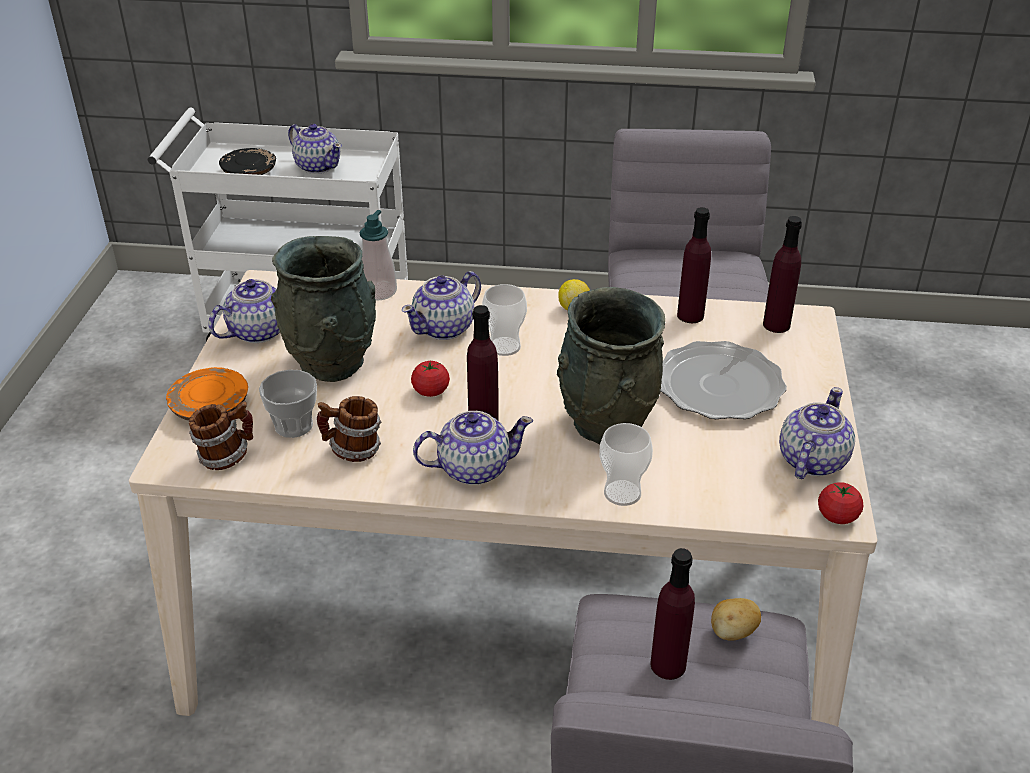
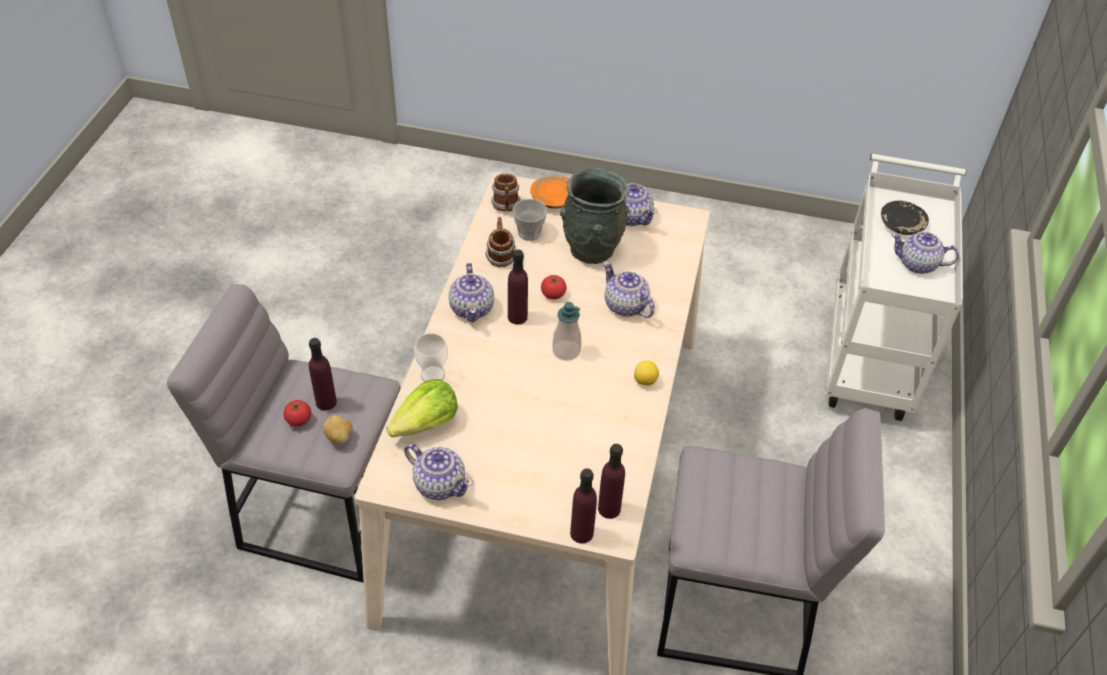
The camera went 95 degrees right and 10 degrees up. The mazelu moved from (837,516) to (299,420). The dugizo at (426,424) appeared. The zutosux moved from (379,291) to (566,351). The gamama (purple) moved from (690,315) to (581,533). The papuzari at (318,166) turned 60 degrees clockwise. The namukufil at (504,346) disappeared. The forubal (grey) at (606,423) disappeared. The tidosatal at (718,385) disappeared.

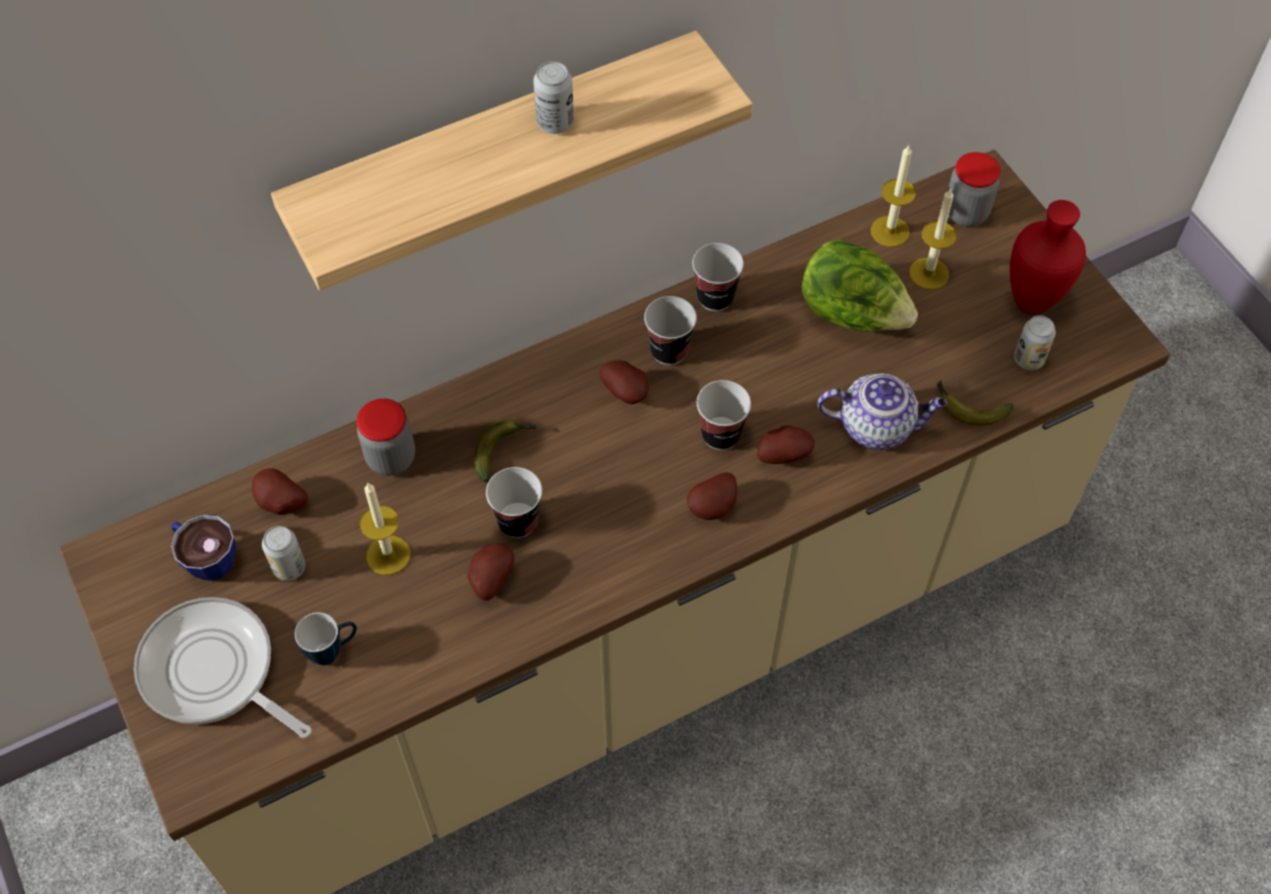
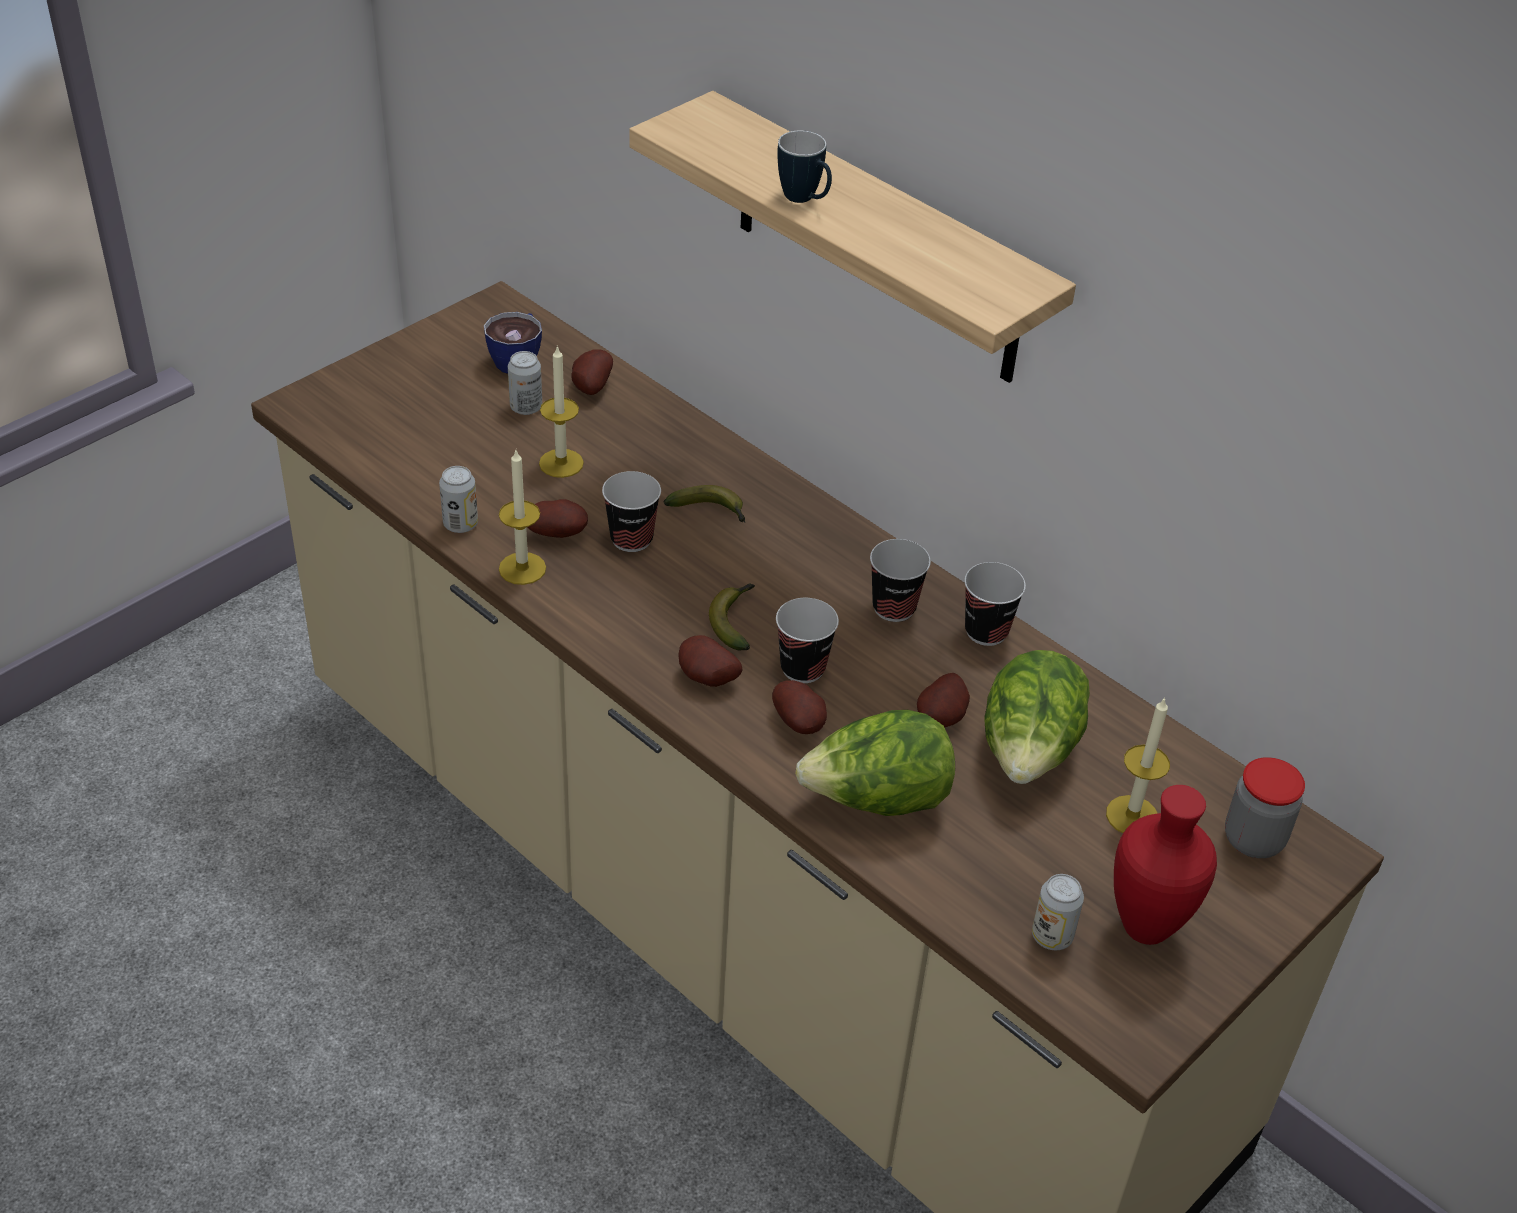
The camera went 70 degrees right and 15 degrees down. The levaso moved from (555,123) to (460,524). The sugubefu moved from (890,231) to (522,568). The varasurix moved from (967,408) to (735,621). The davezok moved from (333,651) to (805,200). The papuzari at (877,426) was replaced by the dugizo at (876,800). The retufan moved from (626,392) to (943,718). The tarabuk at (214,672) disappeared. The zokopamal at (391,458) disappeared.

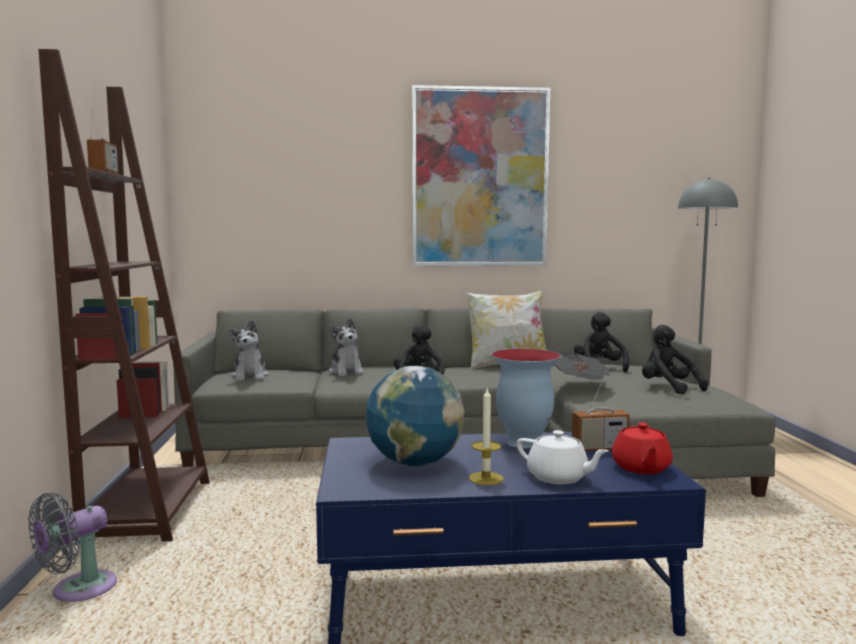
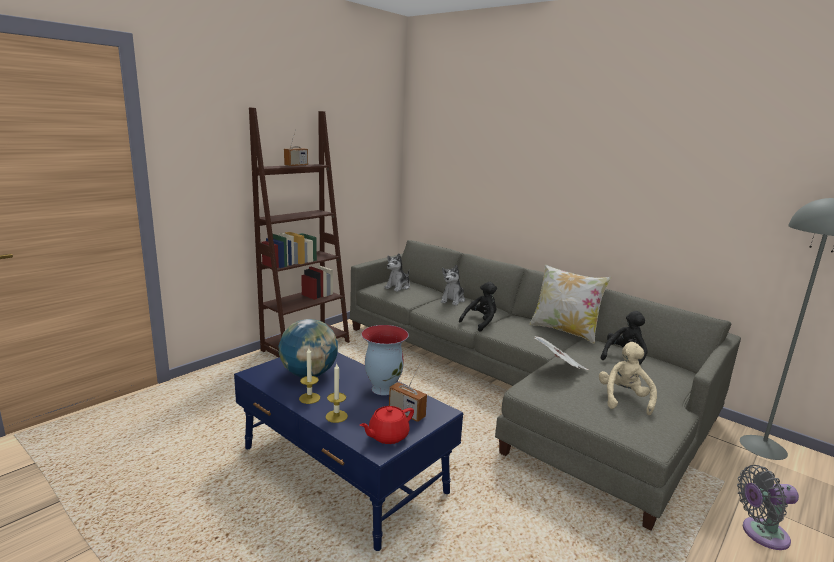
The camera went 45 degrees right and 10 degrees up. The papuzari (white) at (558,477) was replaced by the sugubefu at (336,416). The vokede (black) at (668,388) became the vokede (beige) at (624,399). The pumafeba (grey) moved from (78,591) to (761,534). The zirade at (480,178) disappeared.

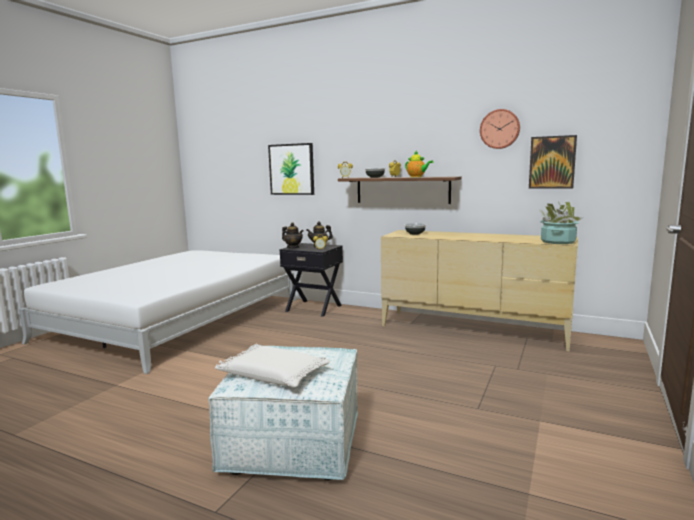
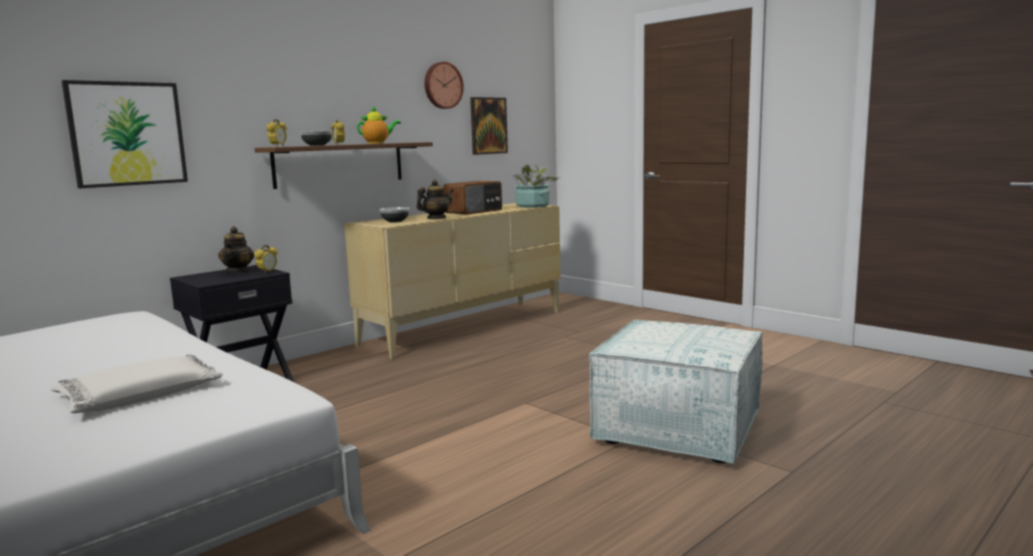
The camera went 70 degrees left and 0 degrees up. The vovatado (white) moved from (273,372) to (140,393). The papuzari moved from (293,247) to (436,219). The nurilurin at (474,211) appeared.

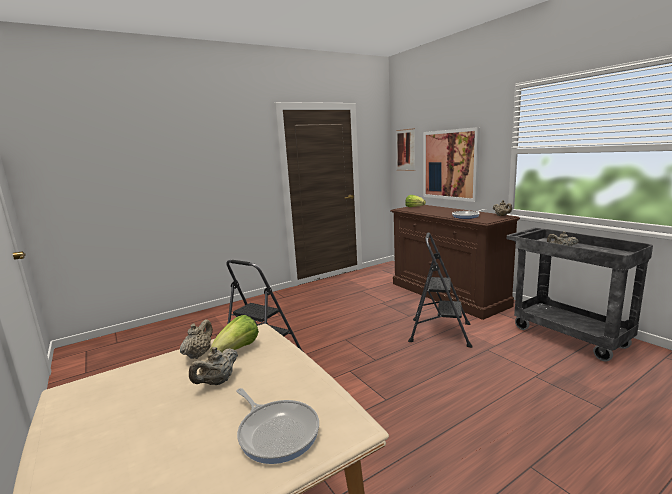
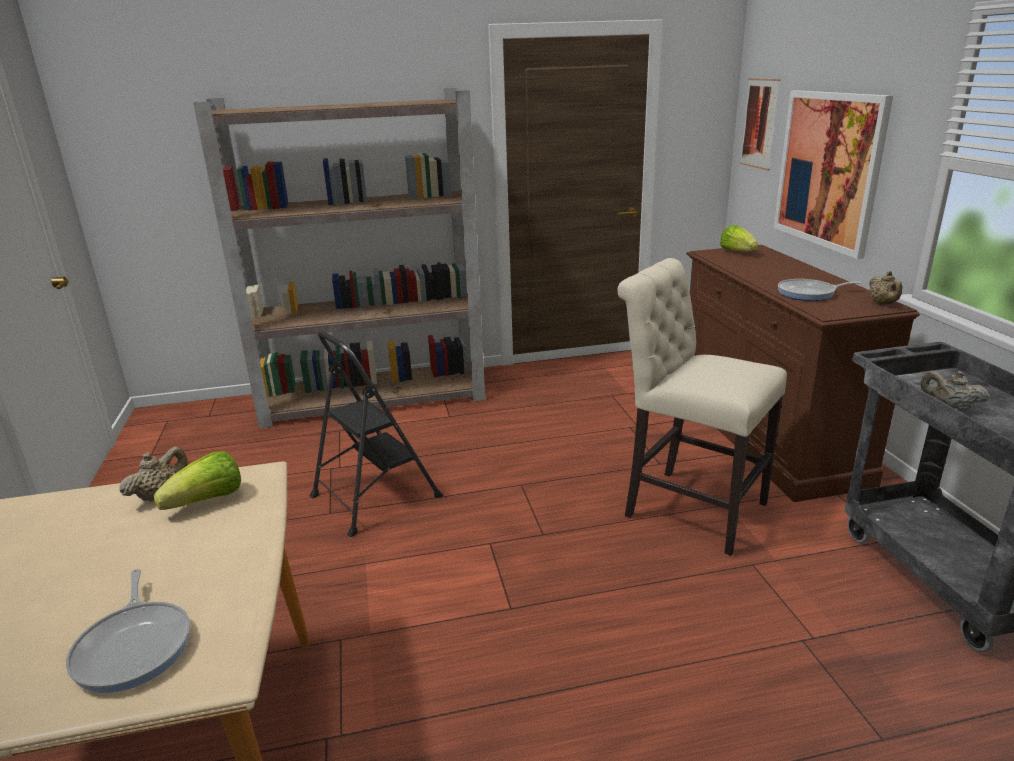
The camera went 20 degrees right and 10 degrees up. The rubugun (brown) at (374,398) appeared. The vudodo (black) at (438,331) was replaced by the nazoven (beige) at (688,507). The papuzari (beige) at (217,382) disappeared.

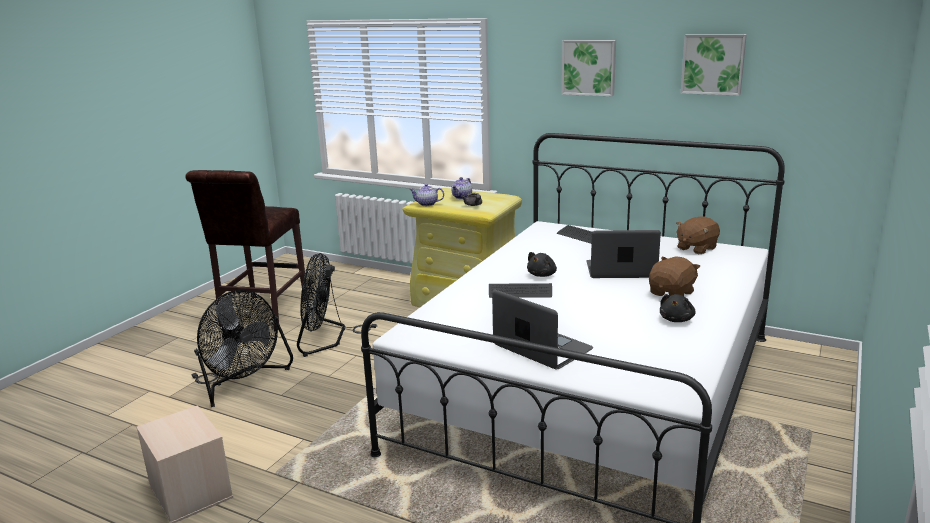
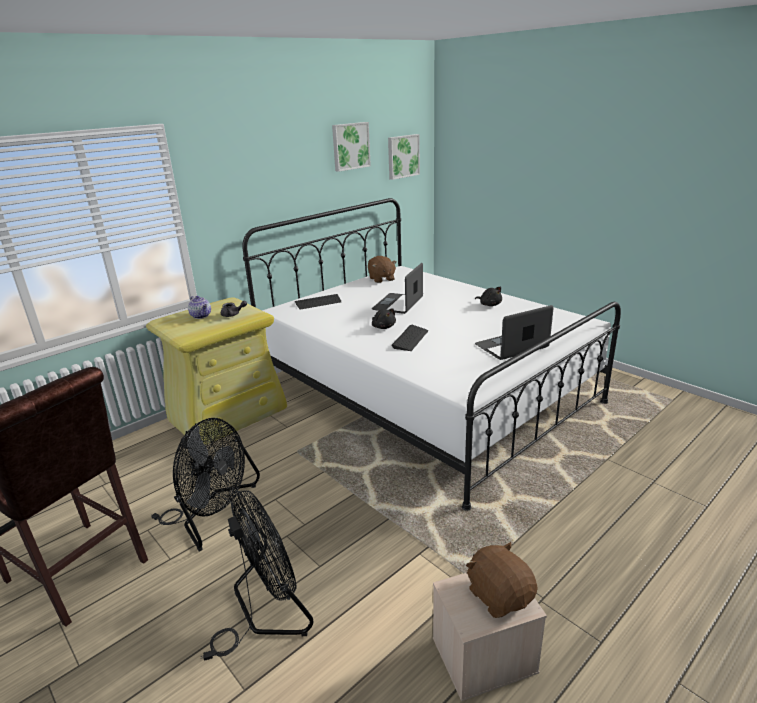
The camera went 70 degrees left and 5 degrees up. The pumafeba (black) at (330,335) turned 90 degrees counterclockwise. The zirade moved from (589,67) to (402,156). The vokede (brown) moved from (672,293) to (499,595). The papuzari at (427,204) disappeared.

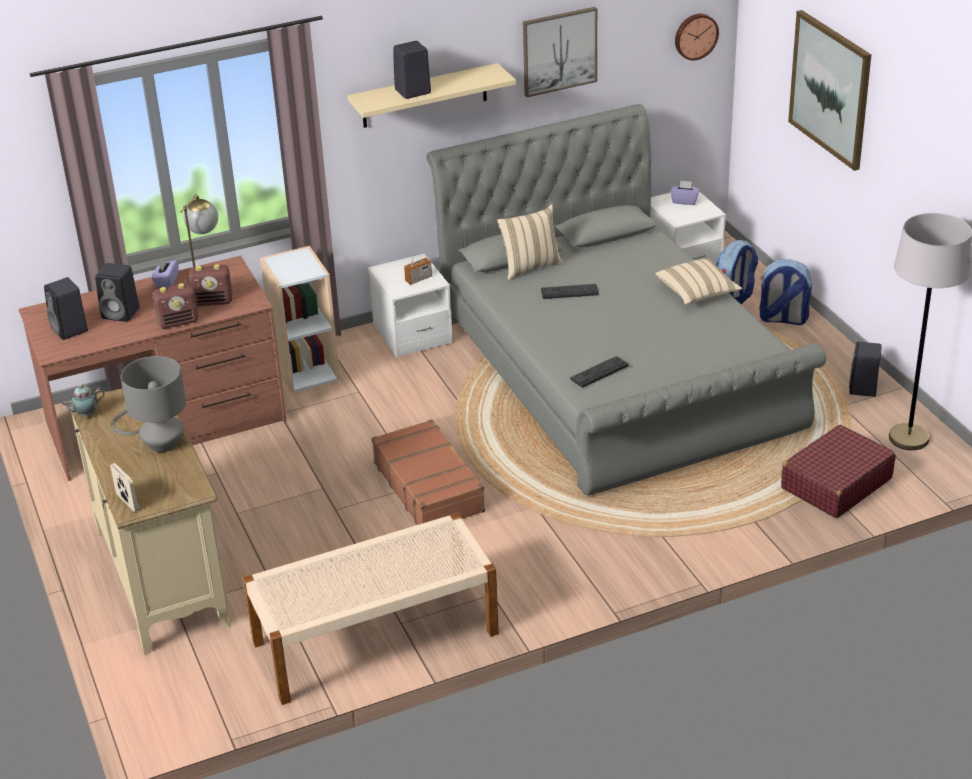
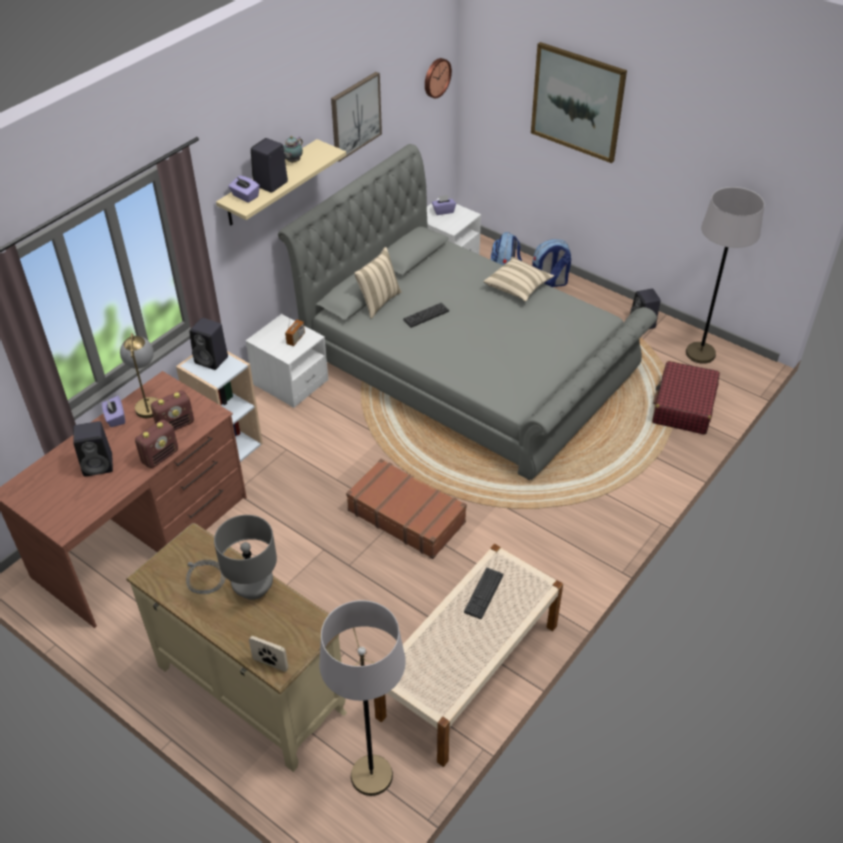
The camera went 30 degrees left and 10 degrees up. The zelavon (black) moved from (70,330) to (212,360). The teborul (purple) at (245,196) appeared. The papuzari moved from (85,415) to (293,162). The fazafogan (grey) at (371,776) appeared. The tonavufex moved from (599,372) to (483,593).

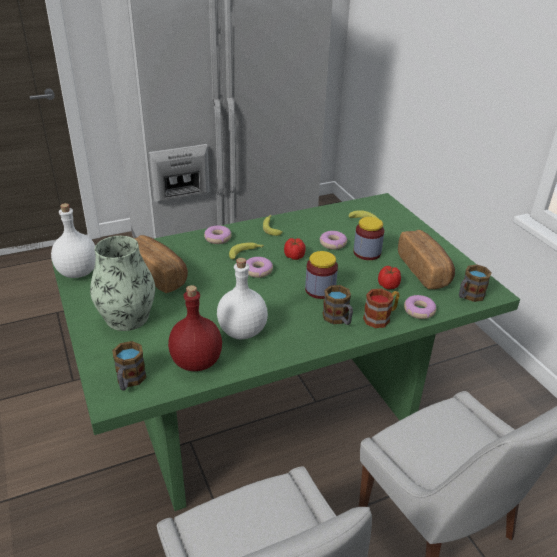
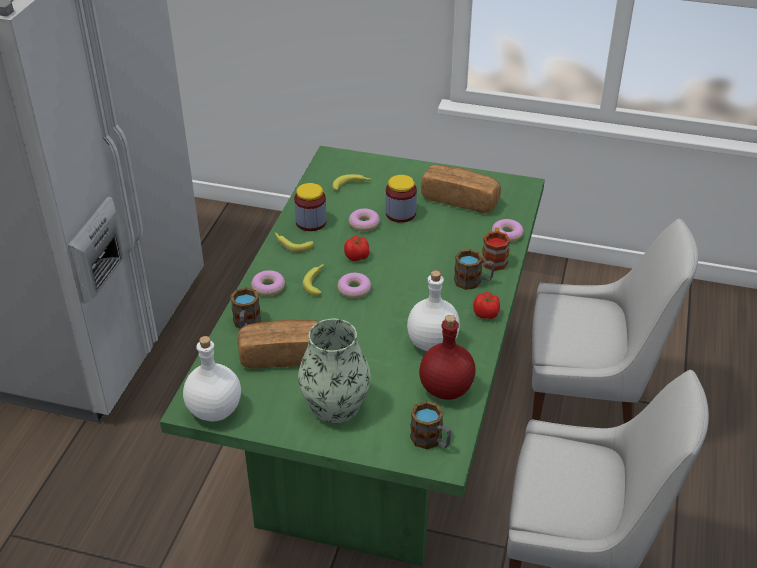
The camera went 50 degrees left and 5 degrees up. The davezok moved from (469,296) to (246,324). The zokopamal moved from (320,290) to (311,222). The mazelu moved from (388,286) to (486,314).

